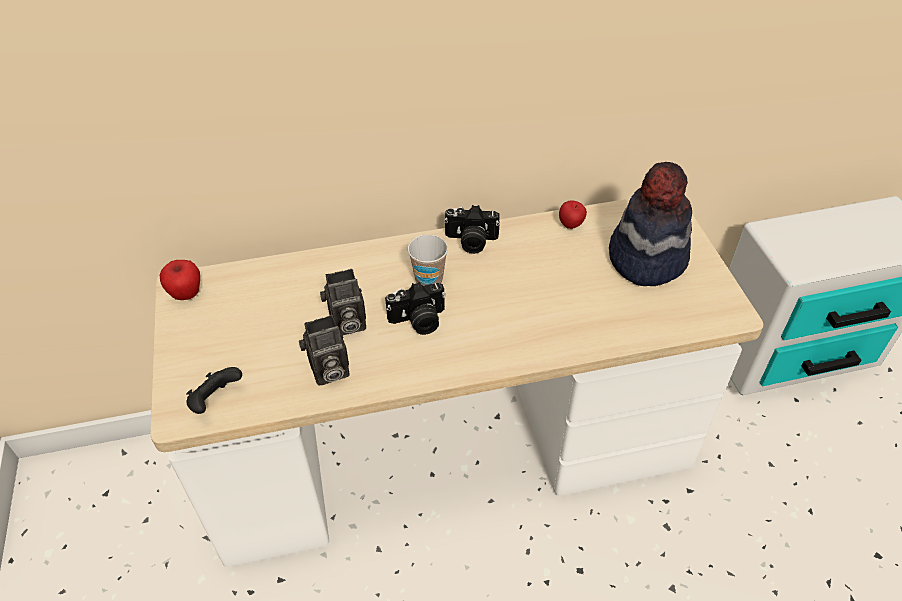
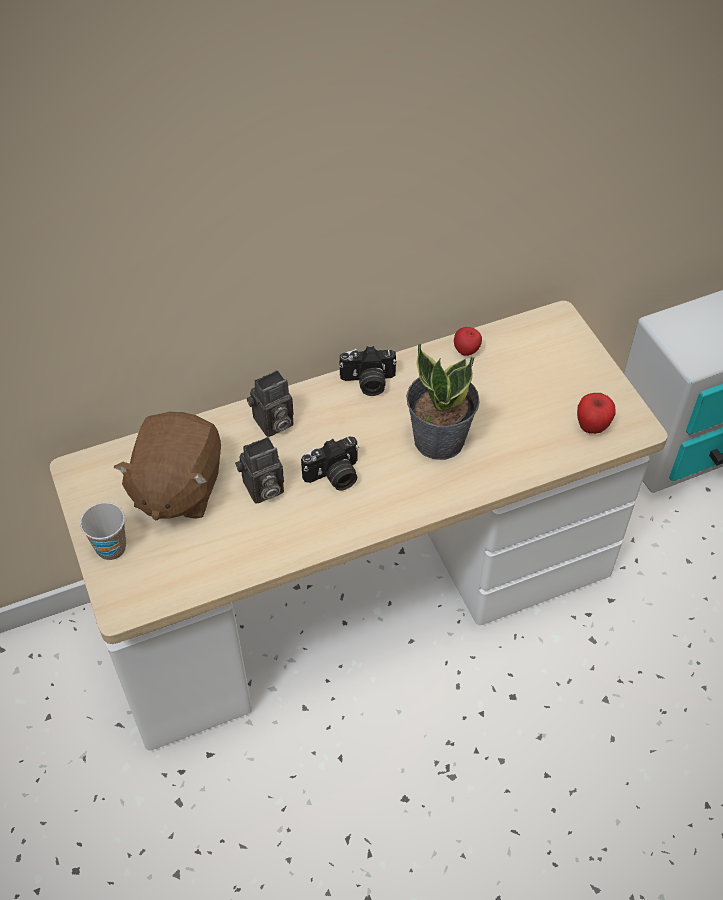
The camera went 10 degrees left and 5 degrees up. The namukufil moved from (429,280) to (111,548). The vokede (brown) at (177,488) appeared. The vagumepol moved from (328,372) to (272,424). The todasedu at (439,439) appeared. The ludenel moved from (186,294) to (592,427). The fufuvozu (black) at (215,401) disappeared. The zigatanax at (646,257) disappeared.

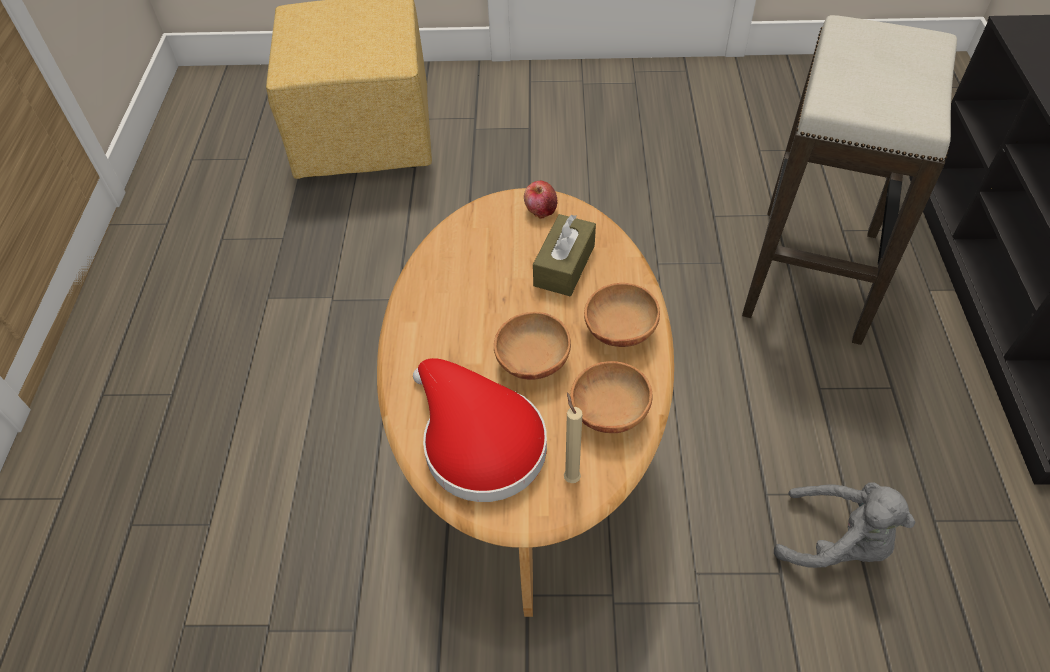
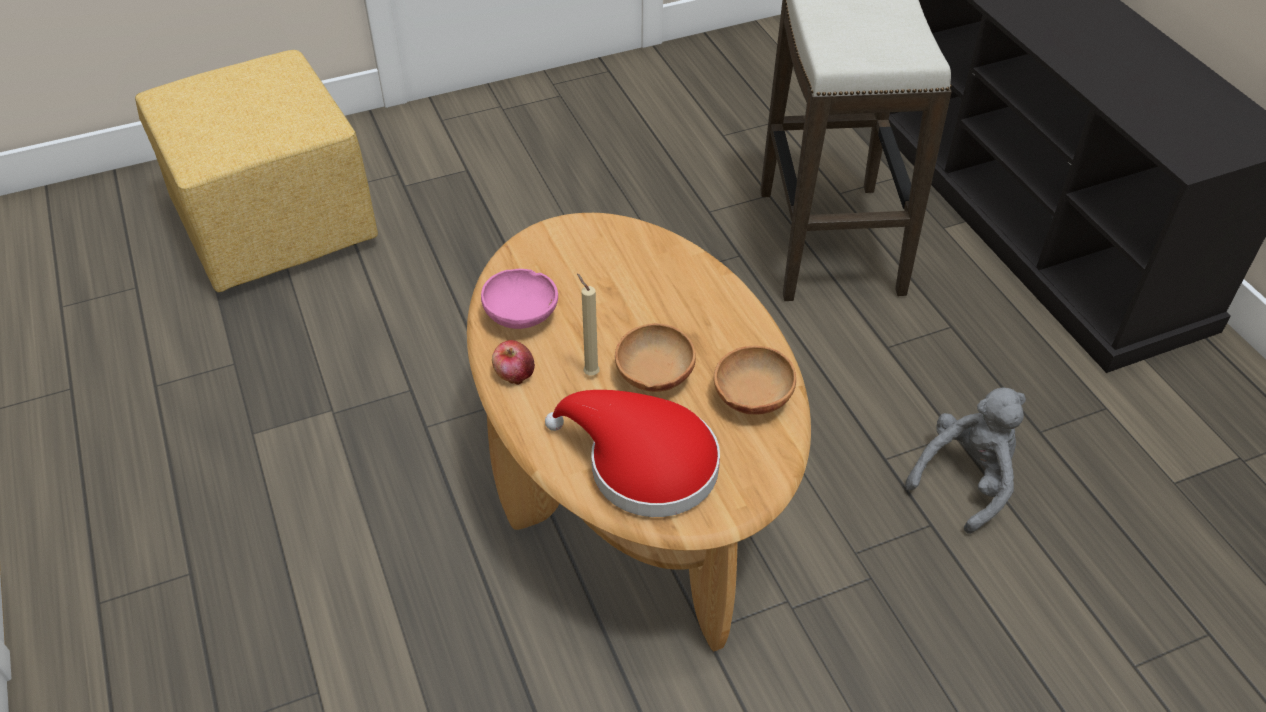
The camera went 25 degrees left and 5 degrees down. The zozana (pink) at (523,316) appeared. The ludenel moved from (540,210) to (514,374). The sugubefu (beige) moved from (571,476) to (589,372). The vokede (grey) at (835,542) turned 45 degrees counterclockwise. The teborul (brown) at (564,265) disappeared. The zozana (brown) at (618,330) disappeared.

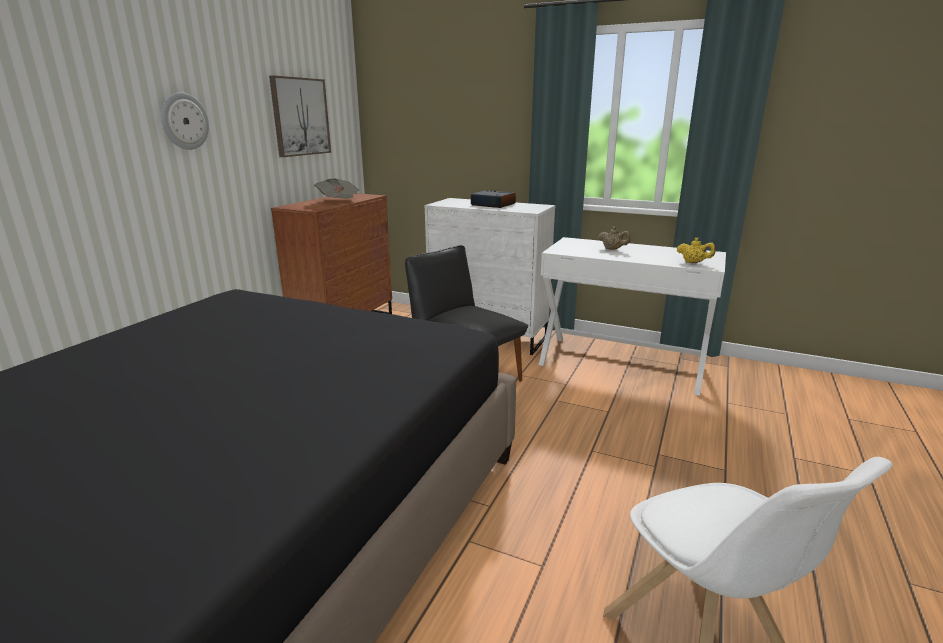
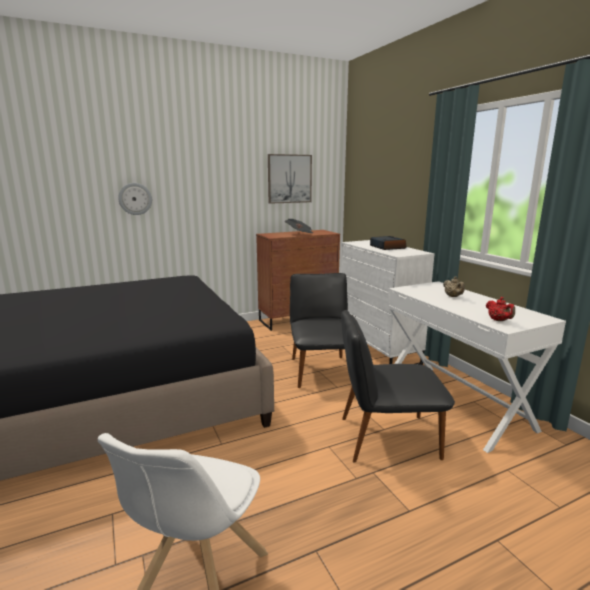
The camera went 40 degrees right and 5 degrees down. The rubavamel moved from (184,121) to (135,199). The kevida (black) at (388,437) appeared. The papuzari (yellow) at (693,262) became the papuzari (red) at (498,320).

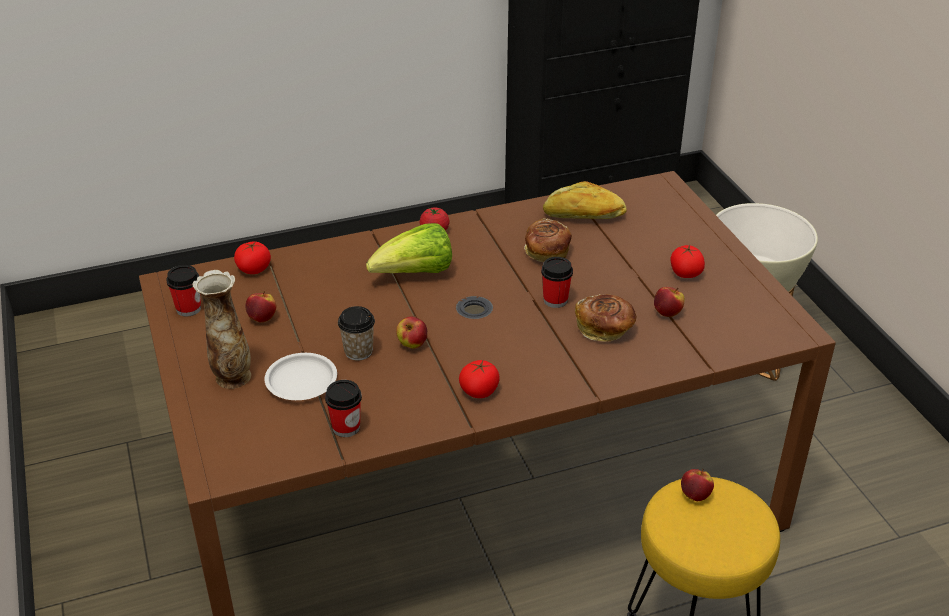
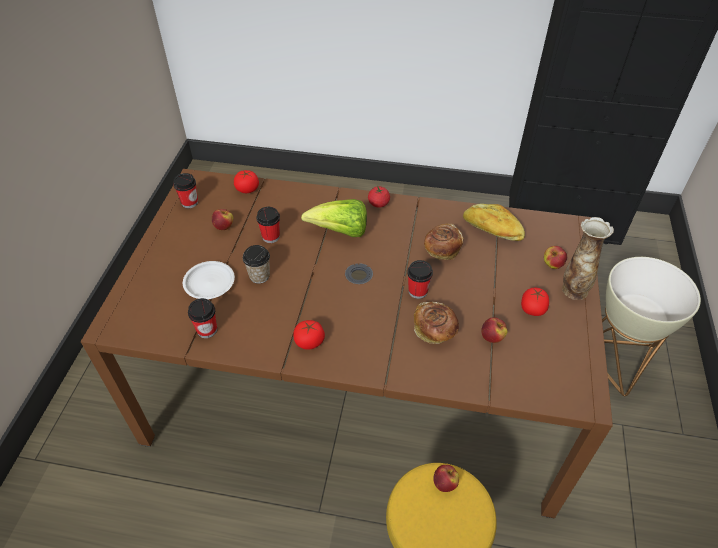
The camera went 30 degrees right and 10 degrees up. The namukufil at (271,237) appeared. The ludenel moved from (412,344) to (552,265). The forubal moved from (232,377) to (574,289).

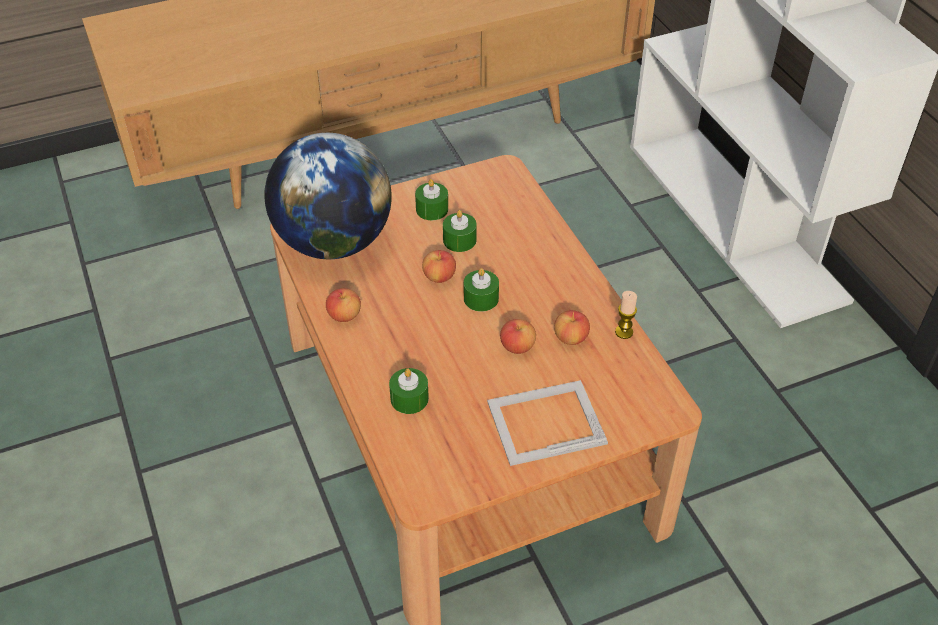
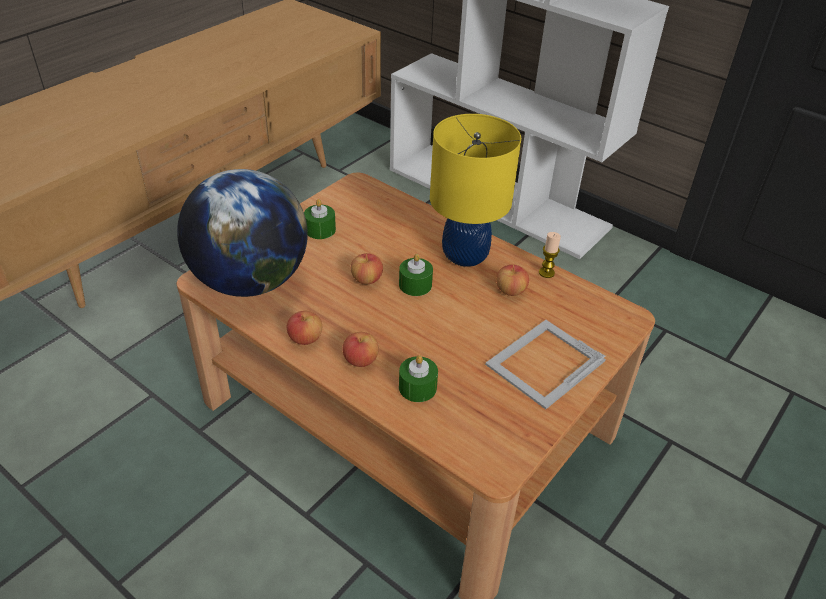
The camera went 30 degrees left and 5 degrees down. The ludenel moved from (517,346) to (360,360). The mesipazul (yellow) at (465,256) appeared. The sugubefu (green) at (459,240) disappeared.

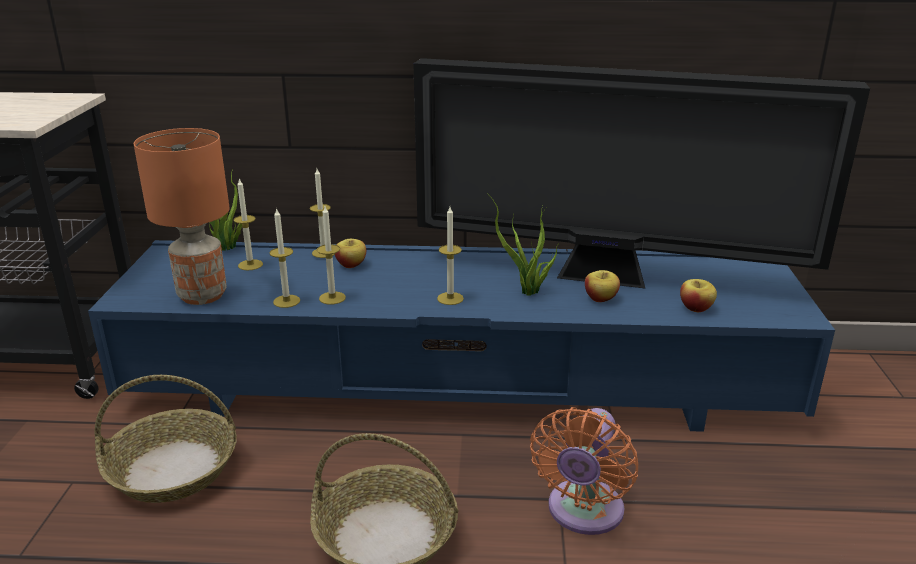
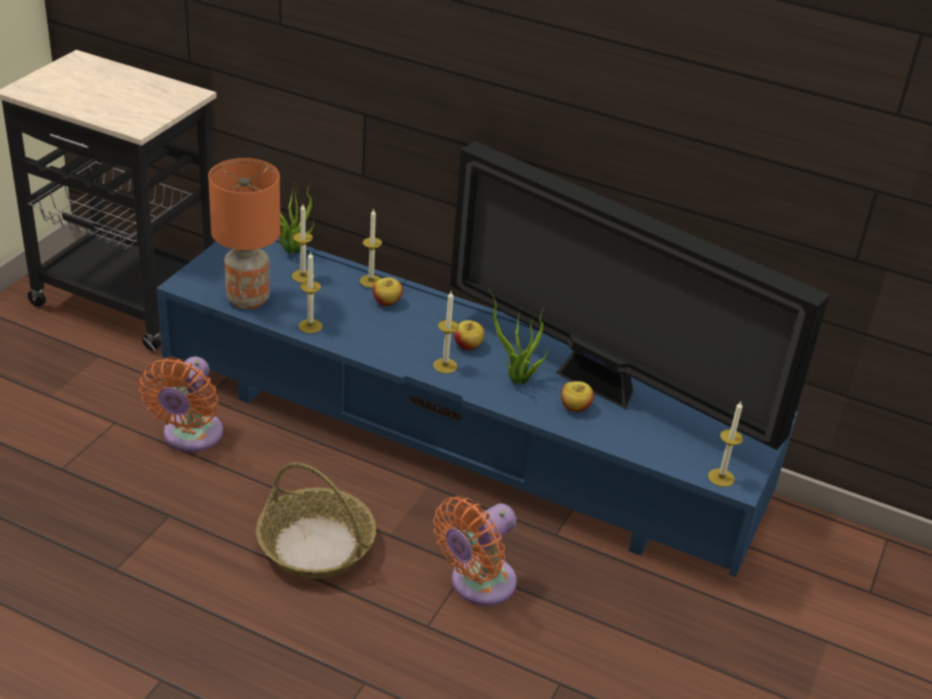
The camera went 20 degrees right and 10 degrees up. The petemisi at (174,469) was replaced by the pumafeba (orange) at (190,437). The ludenel moved from (695,308) to (467,345). The sugubefu moved from (332,298) to (721,477).

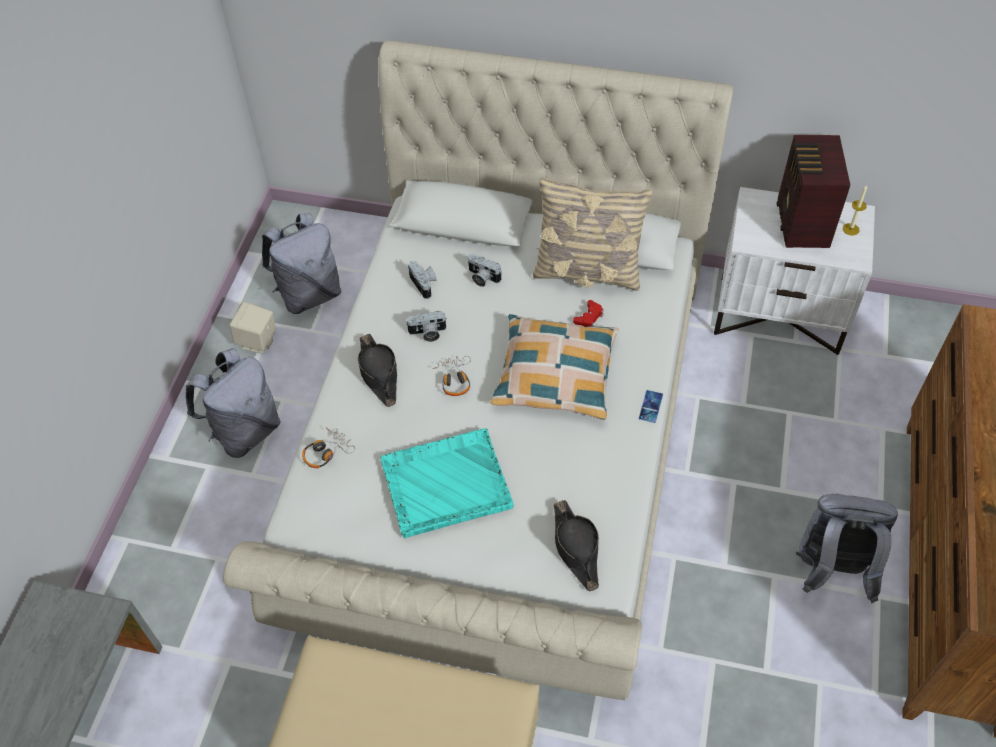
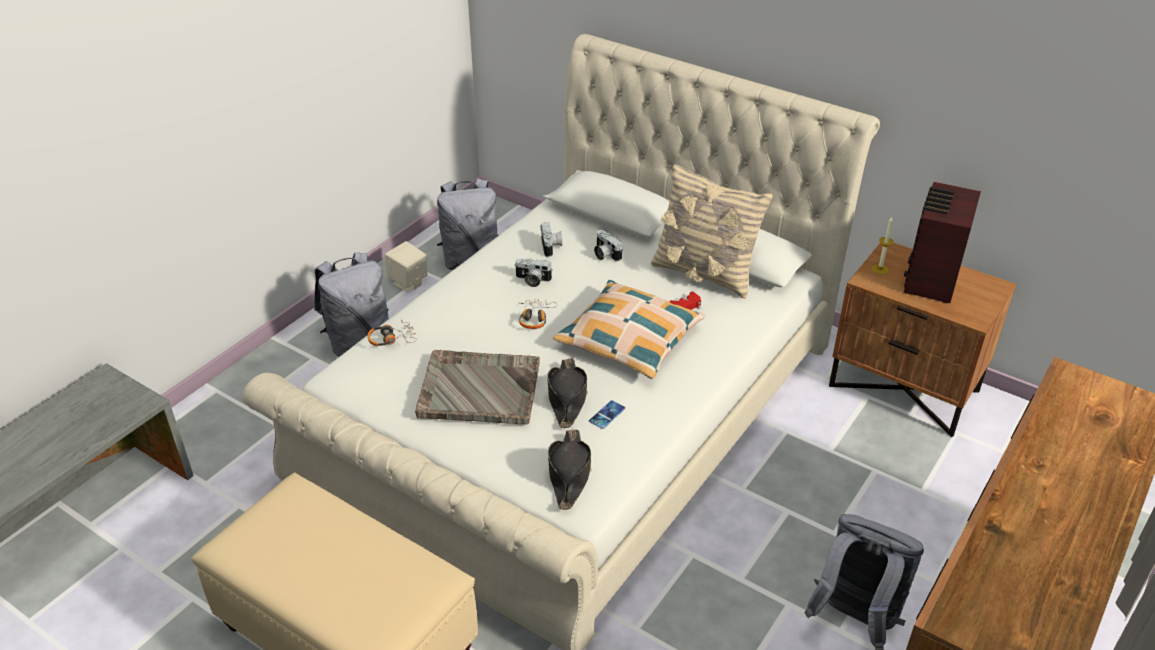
The camera went 20 degrees right and 15 degrees down. The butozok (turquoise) at (445,484) became the butozok (grey) at (478,389). The zigatanax (black) moved from (378,374) to (567,398). The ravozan moved from (650,406) to (607,415). The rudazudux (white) at (779,314) became the rudazudux (brown) at (905,388). The sugubefu moved from (851,229) to (880,269).

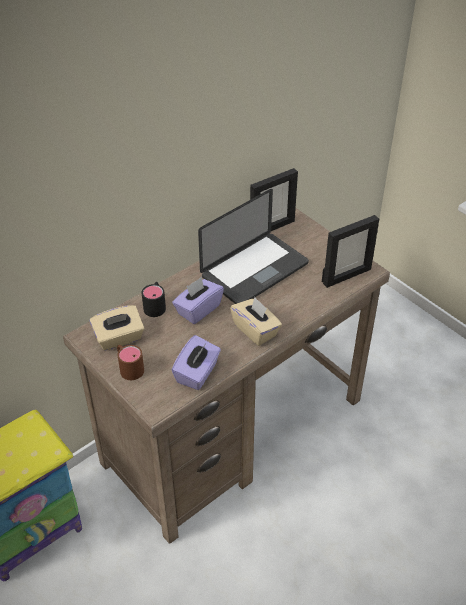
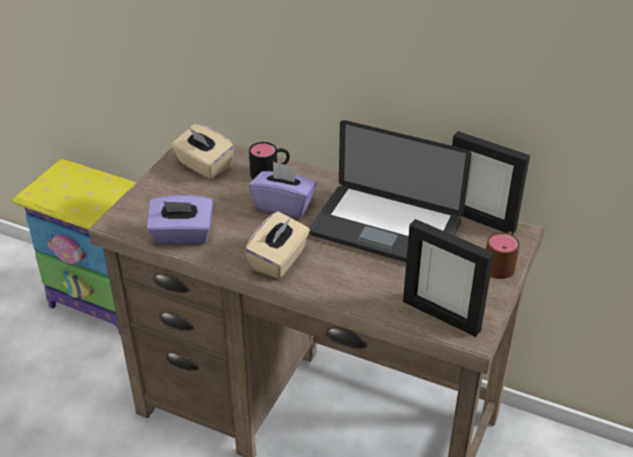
The camera went 65 degrees right and 5 degrees down. The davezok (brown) moved from (129,367) to (501,263).

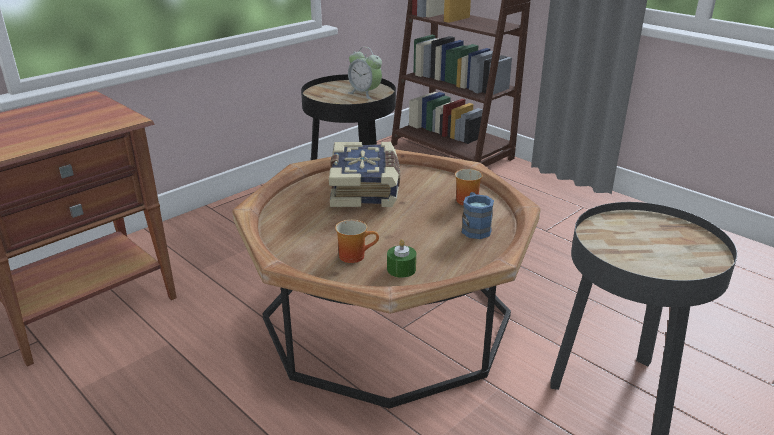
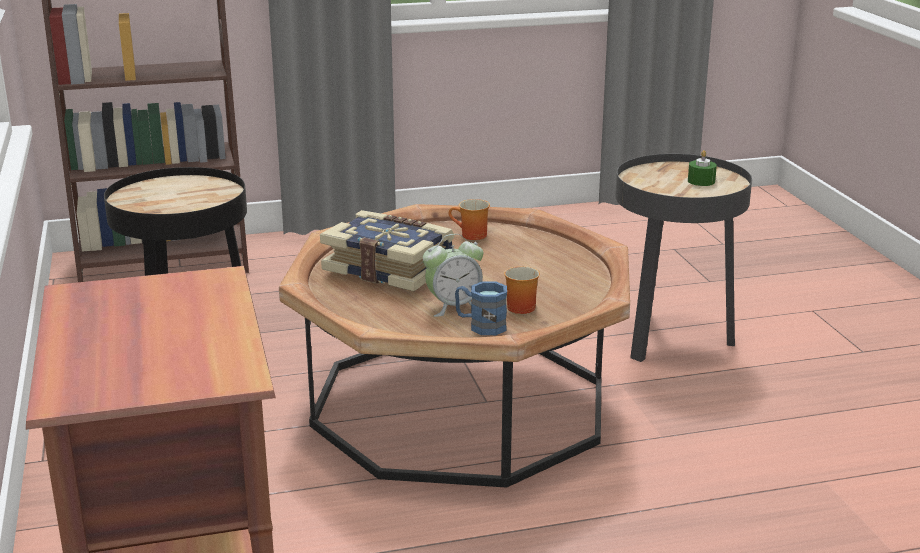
The camera went 60 degrees left and 5 degrees down. The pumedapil moved from (365,93) to (453,306). The davezok (blue) moved from (474,228) to (480,325). The sugubefu (green) moved from (401,269) to (701,181).

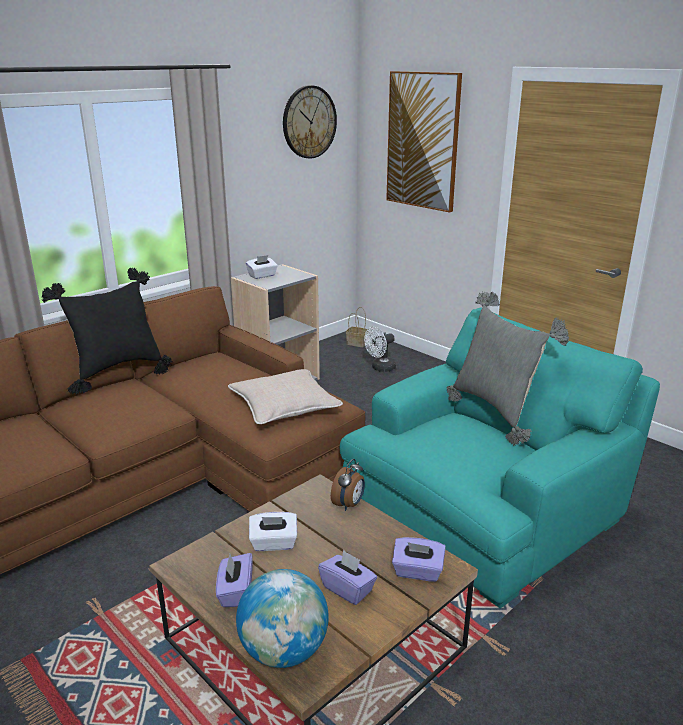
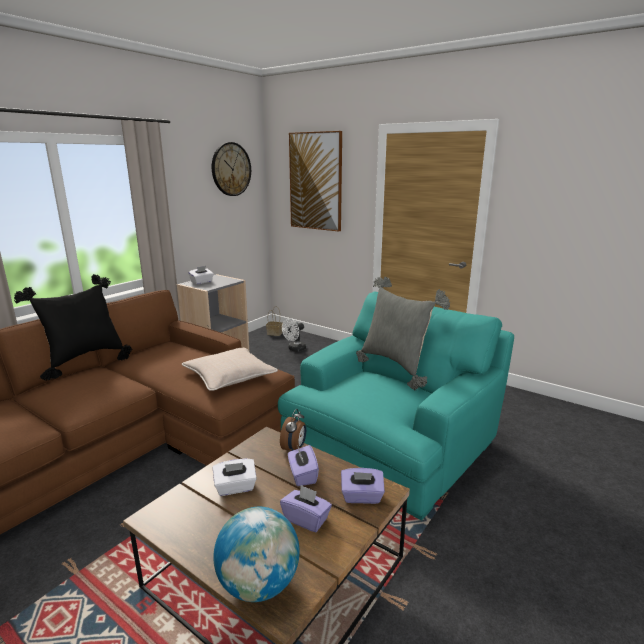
The camera went 10 degrees left and 5 degrees down. The teborul (purple) moved from (235,592) to (302,475).

